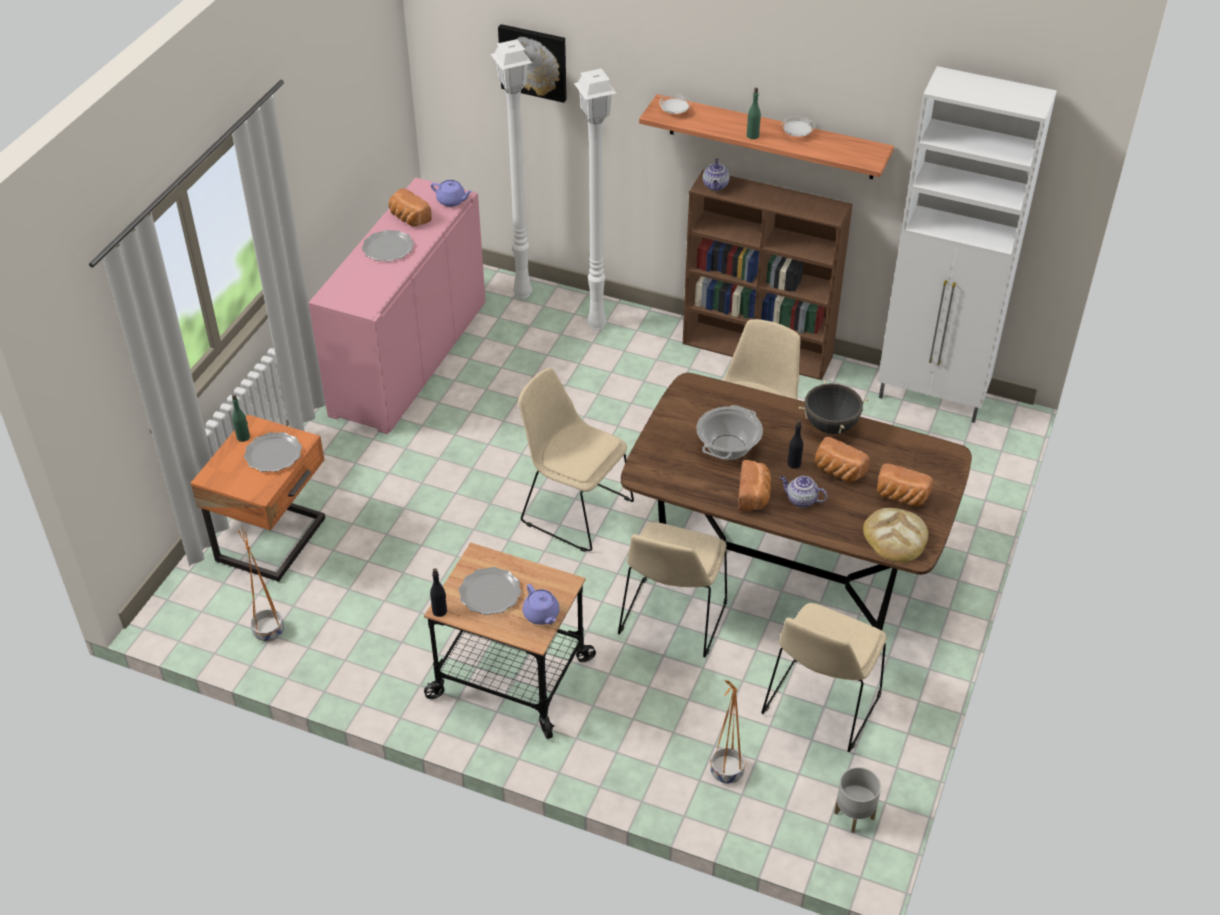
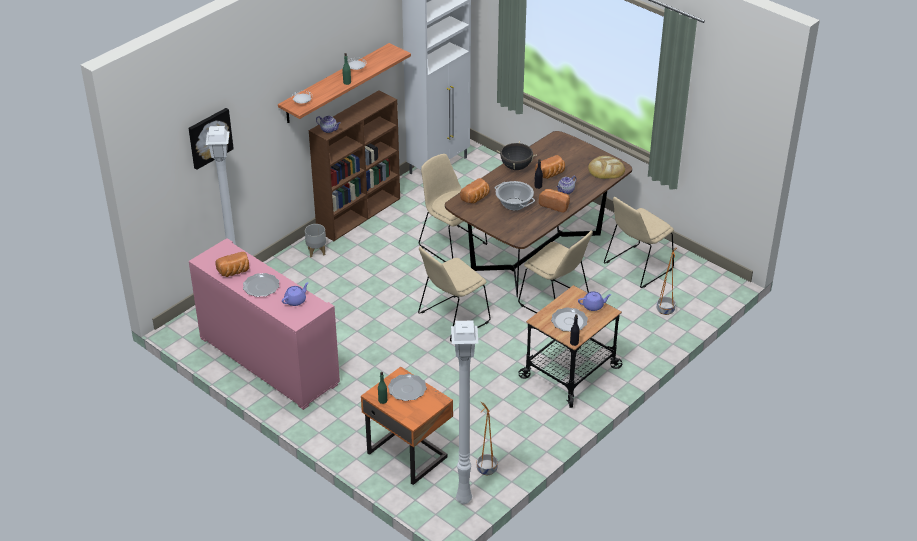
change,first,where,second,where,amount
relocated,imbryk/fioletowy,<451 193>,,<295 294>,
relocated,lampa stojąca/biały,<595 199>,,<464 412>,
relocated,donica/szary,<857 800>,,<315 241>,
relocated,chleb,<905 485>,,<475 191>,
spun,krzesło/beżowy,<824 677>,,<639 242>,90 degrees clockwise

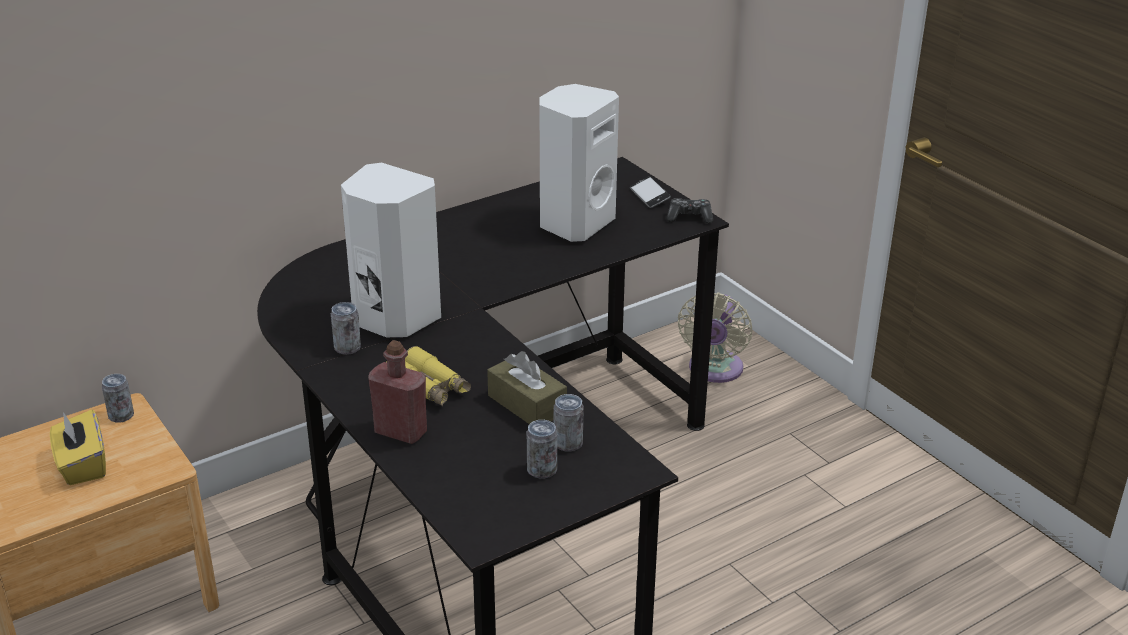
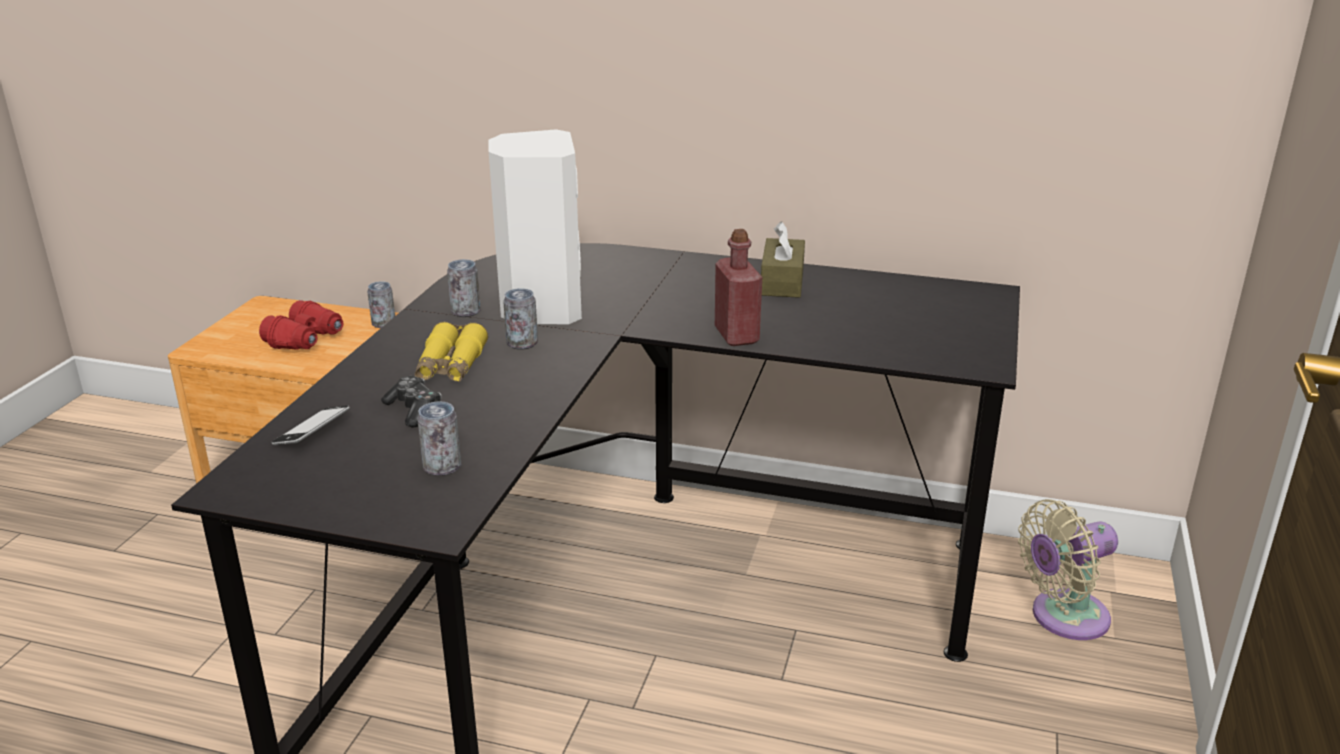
change,first,where,second,where,amount
missing,głośnik/biały,<579 163>,,,
relocated,butelka/czerwony,<397 392>,,<738 287>,
relocated,pudełko chusteczek/brązowy,<527 387>,,<783 259>,
relocated,puszka,<542 449>,,<520 319>,
relocated,telefon,<650 192>,,<310 425>,
relocated,pad do gier,<690 211>,,<411 401>,
exchanged,pudełko chusteczek/żółty,<78 447>,lornetka/czerwony,<301 325>,

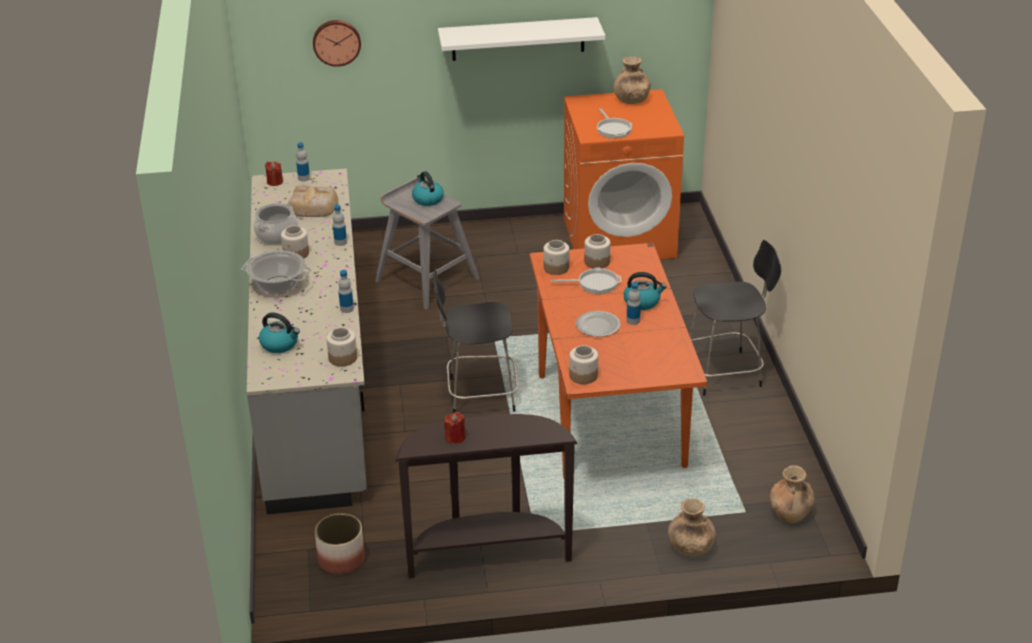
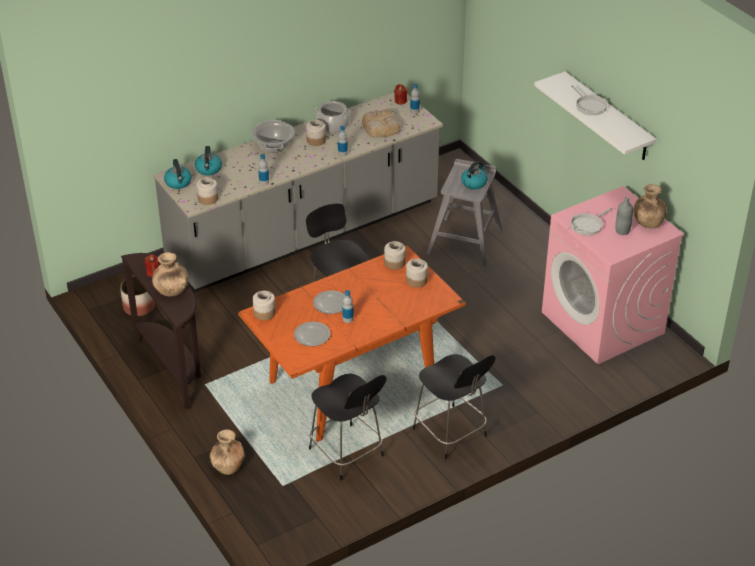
change,first,where,second,where,amount
missing,zegar ścienny,<337 43>,,,
appeared,,,talerz,<312 334>,
appeared,,,krzesło/czarny,<347 426>,
appeared,,,butelka/szary,<624 216>,
relocated,patelnia,<586 280>,,<589 100>,
relocated,czajnik,<645 291>,,<178 174>,
relocated,wazon/brązowy,<792 494>,,<170 274>,
colour,pralka/pomarańczowy,<624 174>,pralka/różowy,<613 275>,

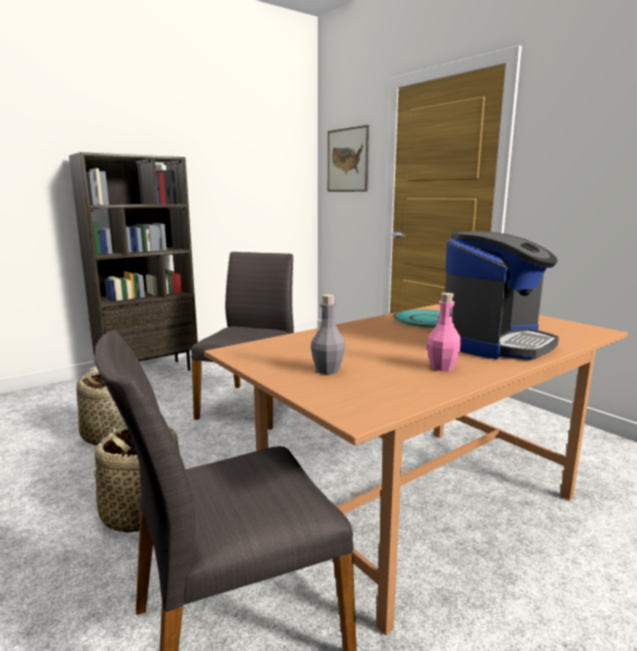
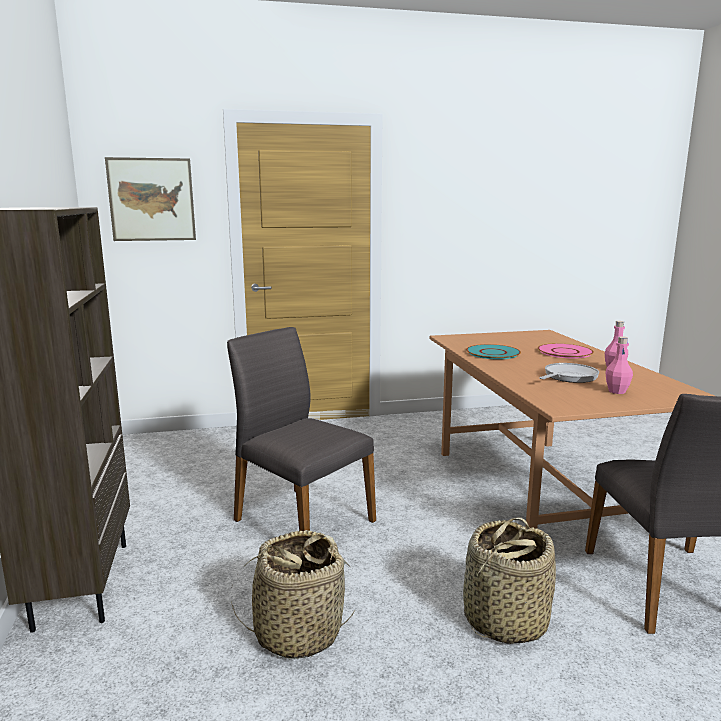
change,first,where,second,where,amount
appeared,,,patelnia,<569 373>,
exchanged,ekspres do kawy,<502 295>,talerz/różowy,<566 351>,
colour,butelka/szary,<328 334>,butelka/różowy,<619 365>,

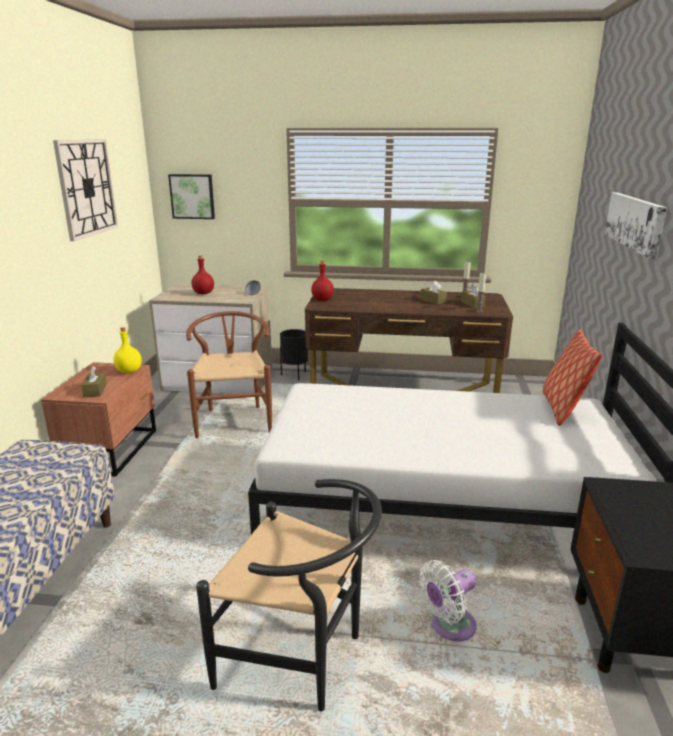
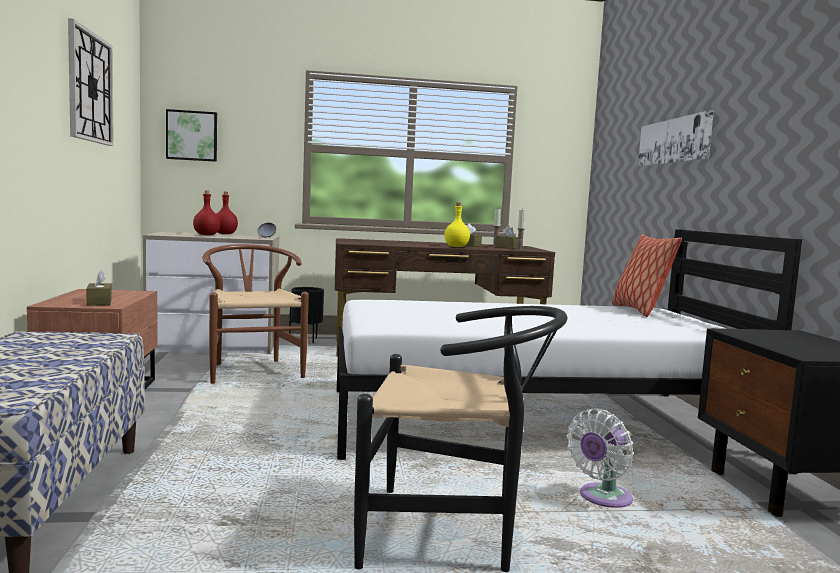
change,first,where,second,where,amount
relocated,butelka/żółty,<127 350>,,<457 225>,
relocated,butelka/czerwony,<322 281>,,<227 213>,

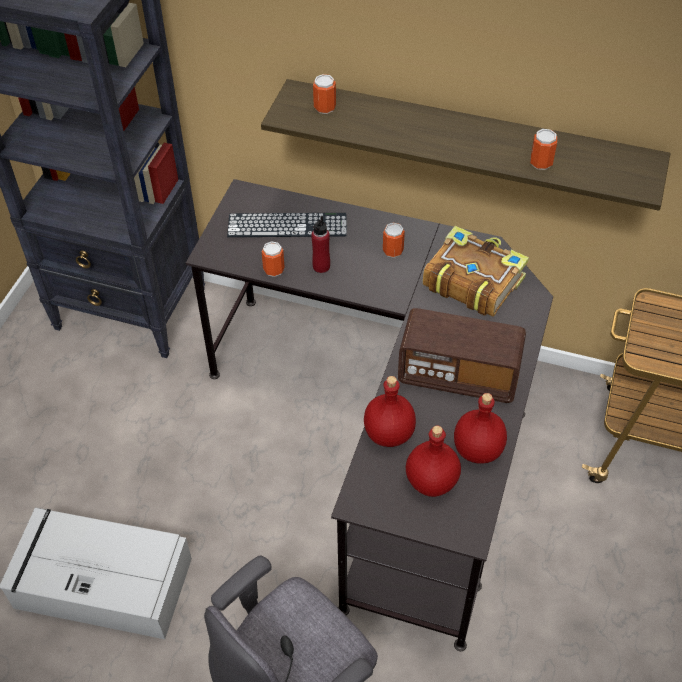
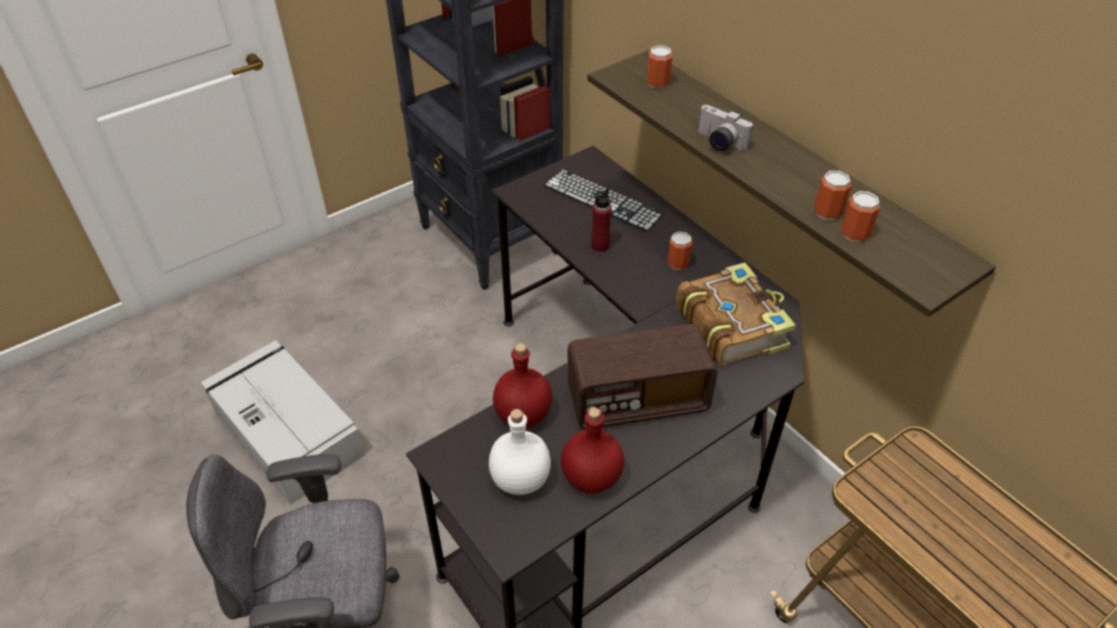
change,first,where,second,where,amount
appeared,,,aparat fotograficzny,<725 128>,
relocated,puszka,<273 259>,,<860 216>,
colour,butelka/czerwony,<433 461>,butelka/biały,<520 452>,
spun,radio,<462 355>,,<642 377>,60 degrees counterclockwise

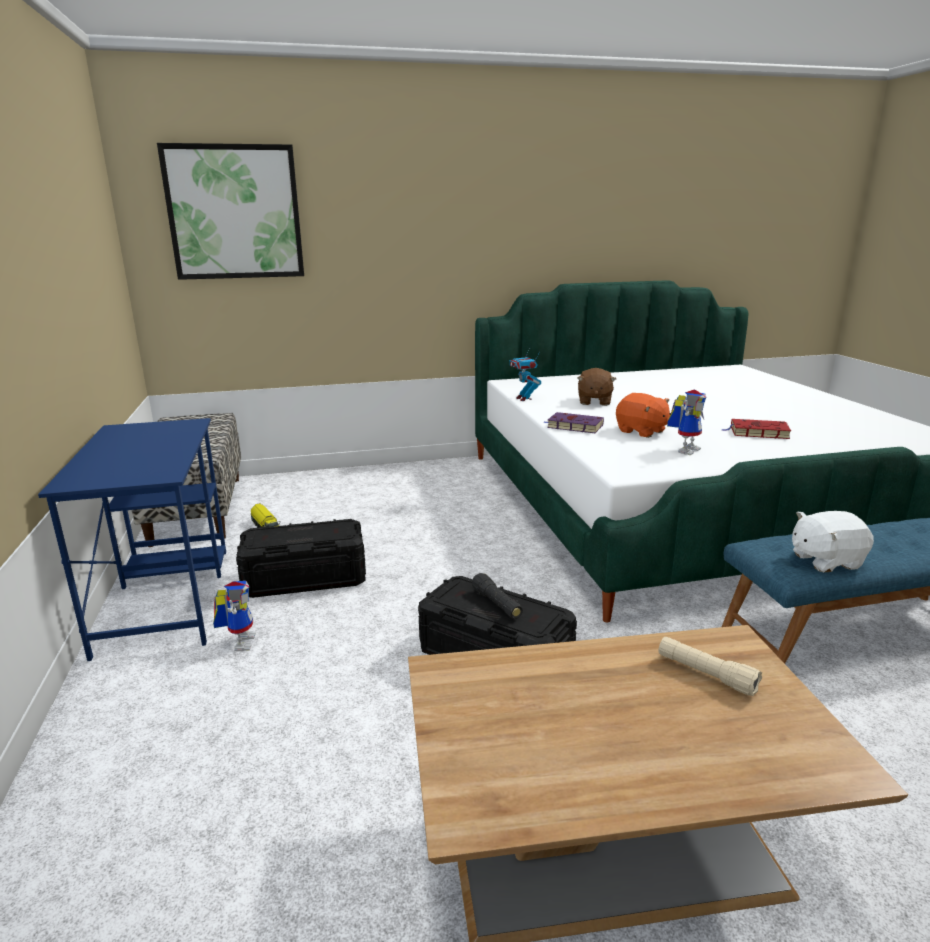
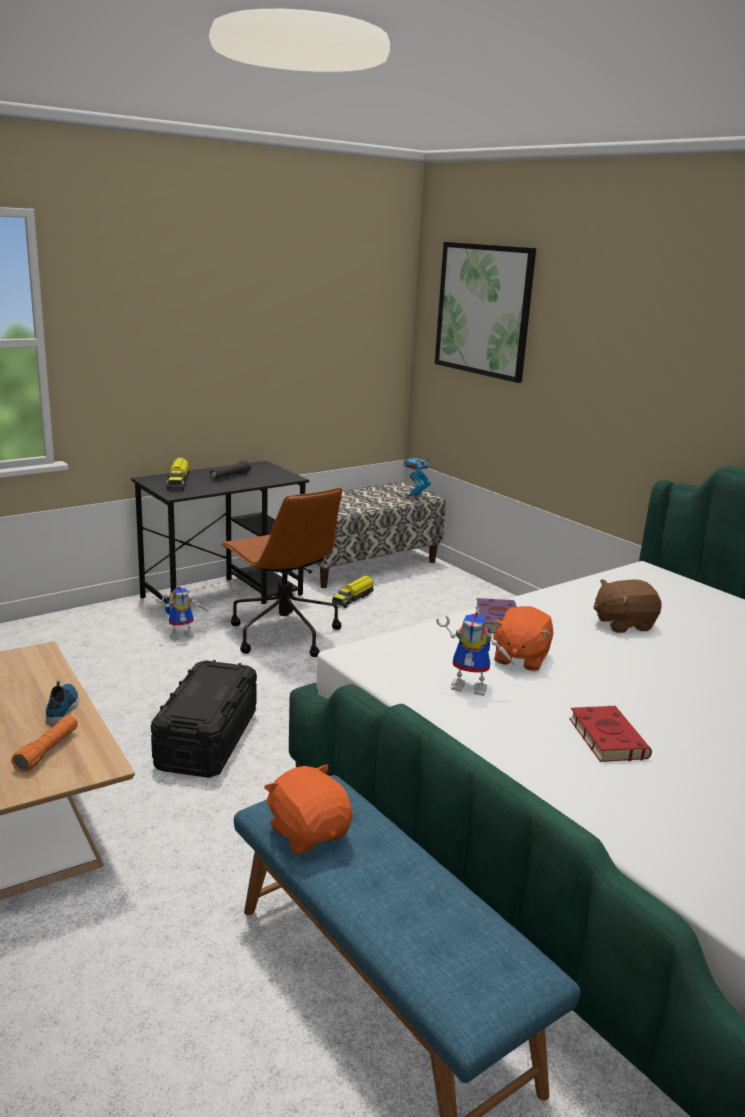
change,first,where,second,where,amount
appeared,,,but,<62 703>,
appeared,,,ciężarówka zabawkowa,<177 473>,
relocated,latarka/czarny,<497 596>,,<230 470>,
relocated,robot zabawkowy,<525 375>,,<417 476>,
exchanged,pojemnik do przechowywania/czarny,<301 558>,krzesło biurowe/brązowy,<281 572>,
colour,biurko/niebieski,<132 539>,biurko/czarny,<220 532>,
colour,latarka/beżowy,<710 666>,latarka/pomarańczowy,<44 744>,
colour,pluszak/biały,<833 541>,pluszak/pomarańczowy,<308 809>,

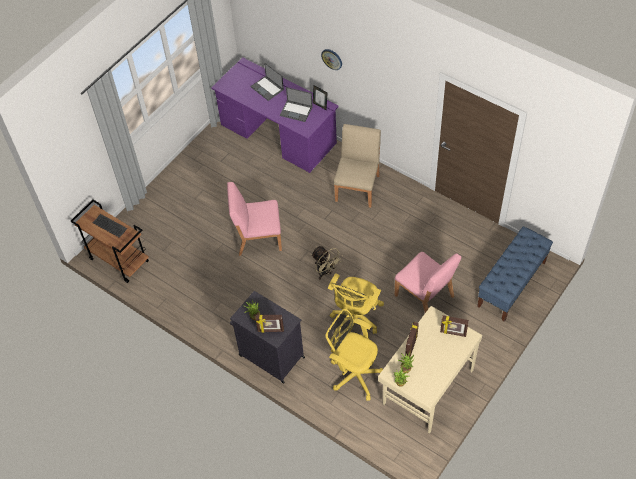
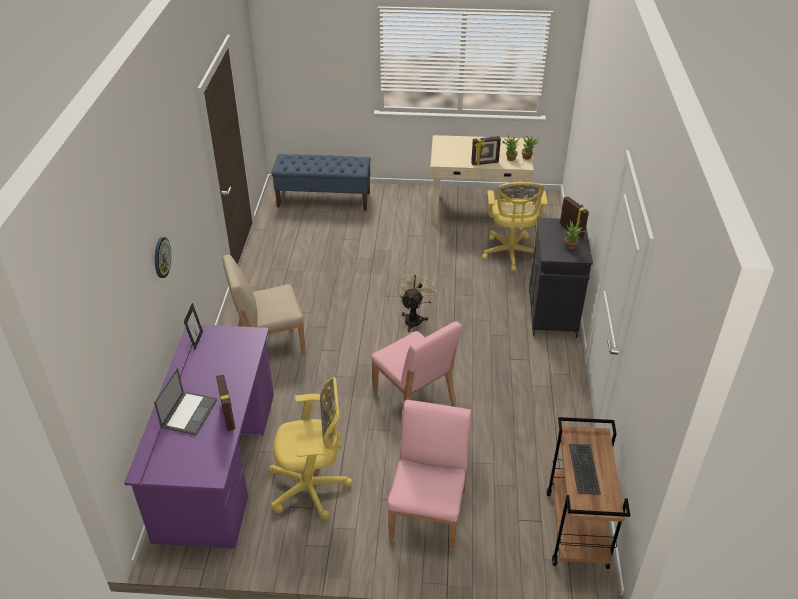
change,first,where,second,where,amount
missing,laptop,<296 104>,,,
relocated,krzesło biurowe/żółty,<356 303>,,<311 448>,
relocated,krzesło/różowy,<428 282>,,<429 475>,
relocated,ramka na zdjęcie,<454 326>,,<225 402>,

